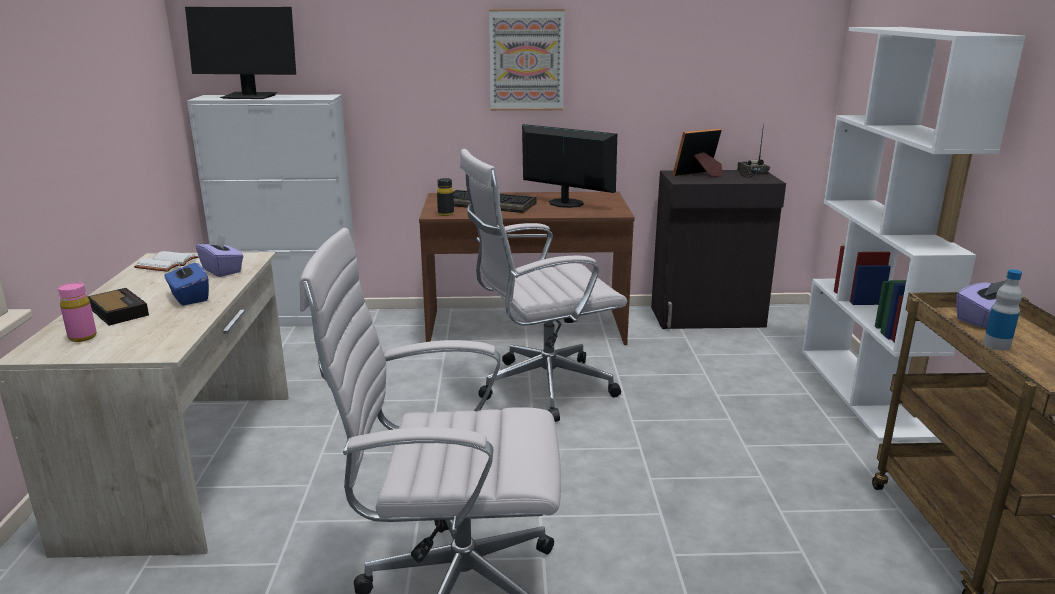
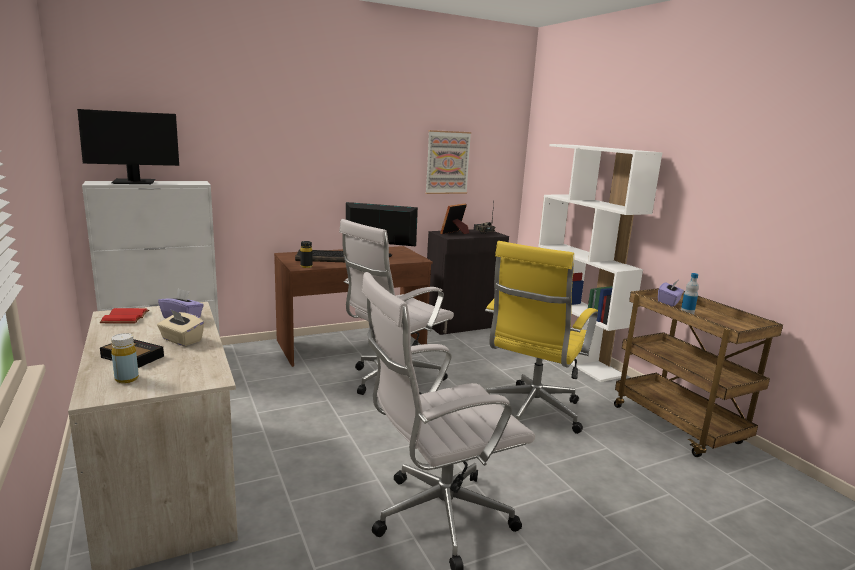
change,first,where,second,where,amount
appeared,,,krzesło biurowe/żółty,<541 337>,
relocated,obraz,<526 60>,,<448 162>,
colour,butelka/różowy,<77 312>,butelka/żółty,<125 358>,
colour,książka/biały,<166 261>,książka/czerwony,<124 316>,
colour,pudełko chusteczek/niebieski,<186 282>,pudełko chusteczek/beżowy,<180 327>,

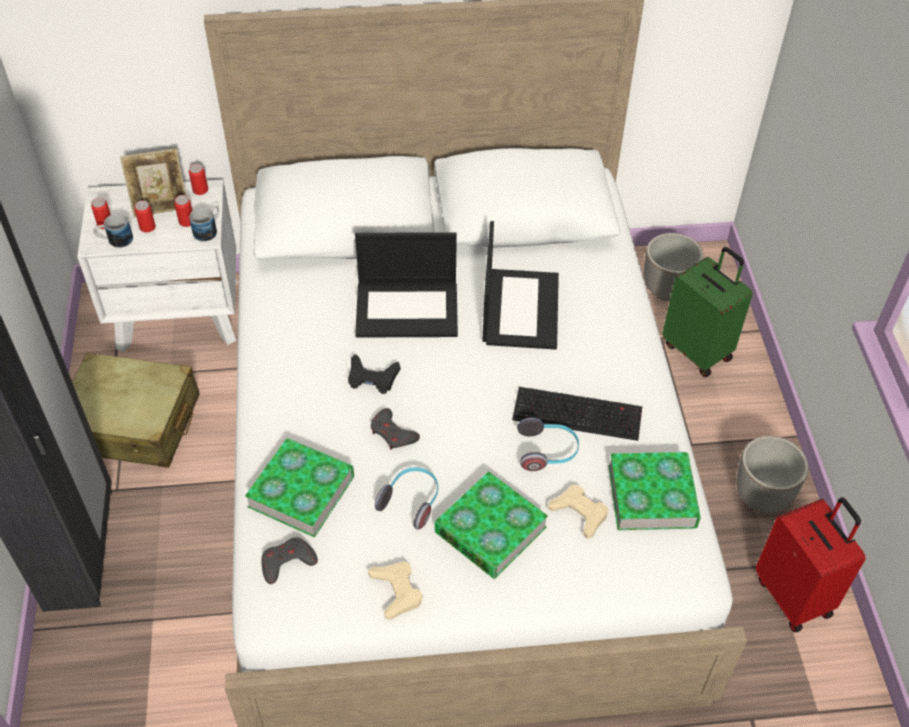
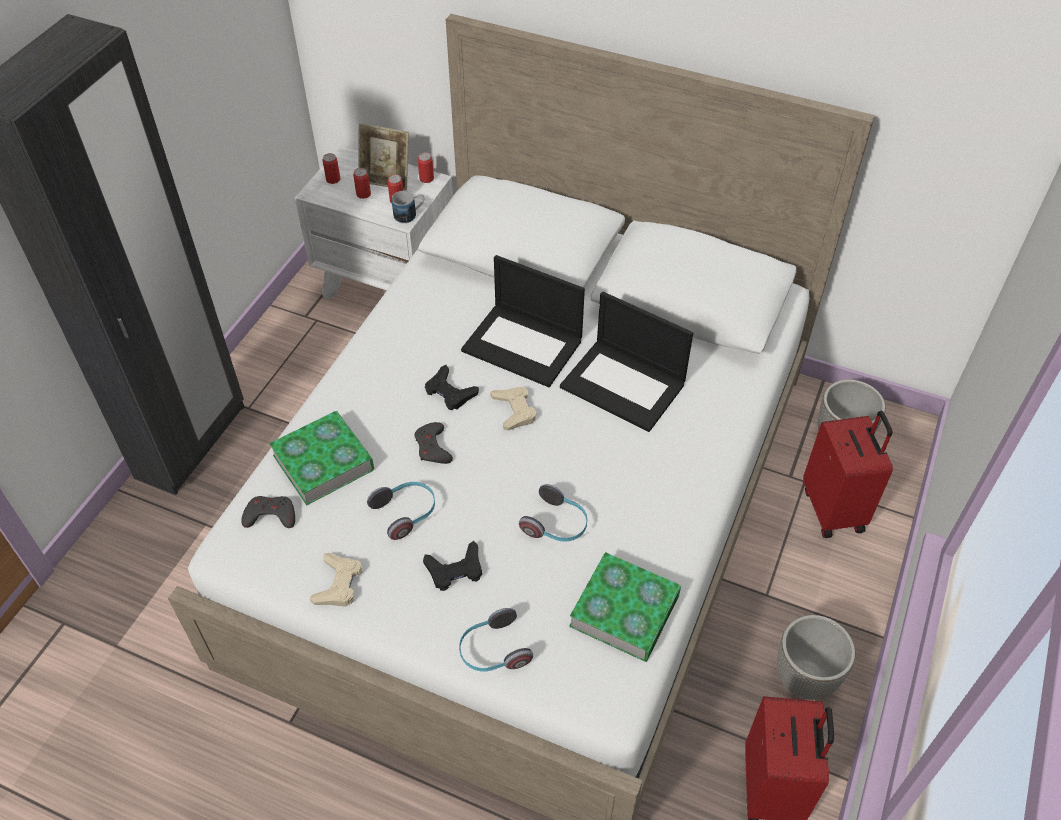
change,first,where,second,where,amount
missing,walizka/beżowy,<135 410>,,,
missing,kubek,<113 230>,,,
missing,klawiatura,<577 414>,,,
appeared,,,słuchawki,<496 639>,
relocated,pad do gier/beżowy,<578 512>,,<513 408>,
exchanged,książka,<491 525>,pad do gier/czarny,<452 566>,
colour,walizka/zielony,<707 312>,walizka/czerwony,<848 474>,
spun,laptop,<520 285>,,<626 361>,90 degrees clockwise

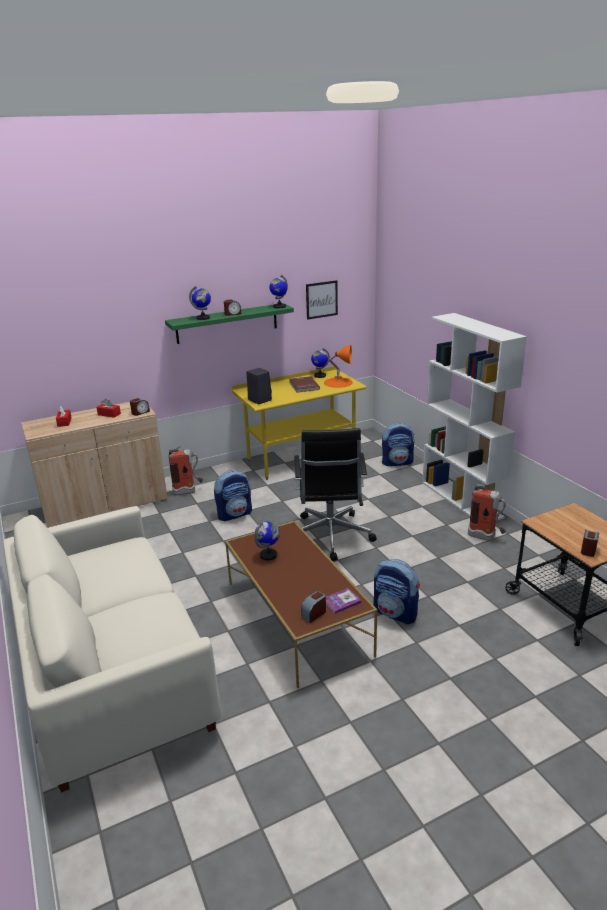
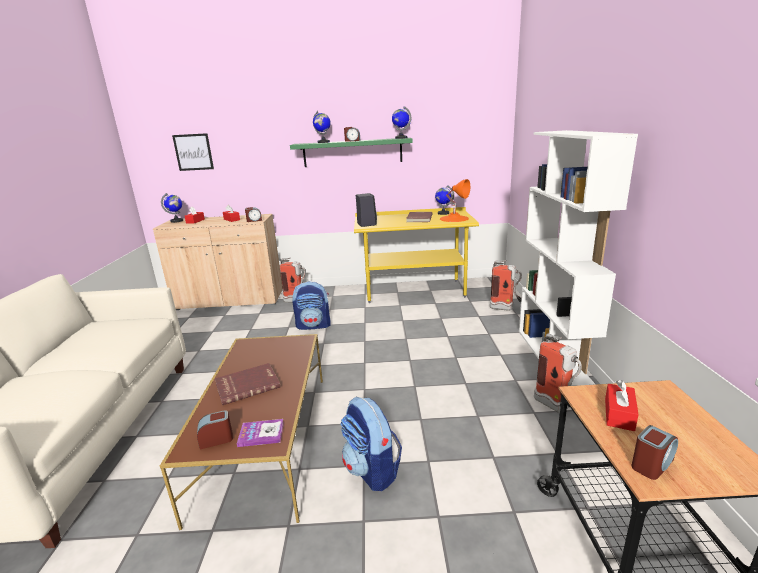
change,first,where,second,where,amount
missing,krzesło biurowe/czarny,<335 494>,,,
appeared,,,książka/czerwony,<247 384>,
appeared,,,pudełko chusteczek/czerwony,<622 405>,
relocated,globus,<267 540>,,<172 208>,
relocated,obraz,<322 300>,,<193 152>,
exchanged,plecak,<398 444>,gaśnica,<506 285>,

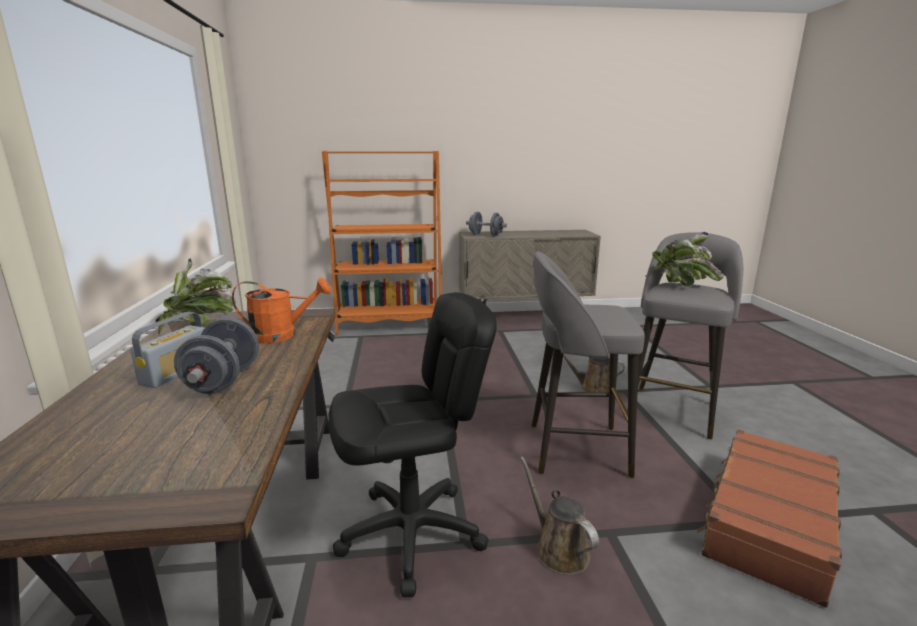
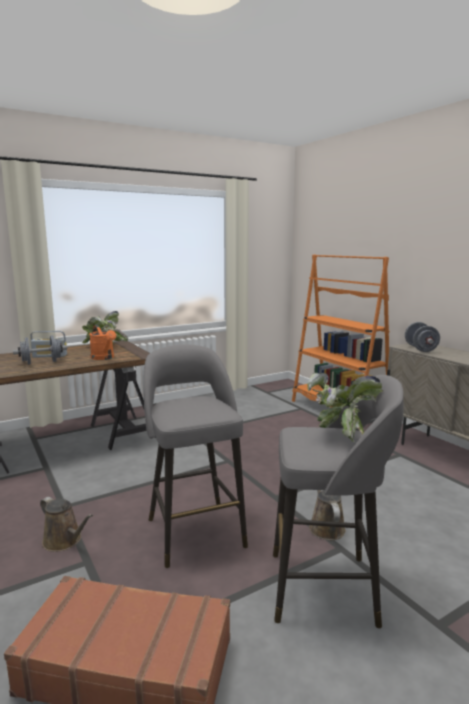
change,first,where,second,where,amount
missing,krzesło biurowe/czarny,<412 444>,,,
spun,konewka/brązowy,<559 515>,,<66 524>,90 degrees clockwise

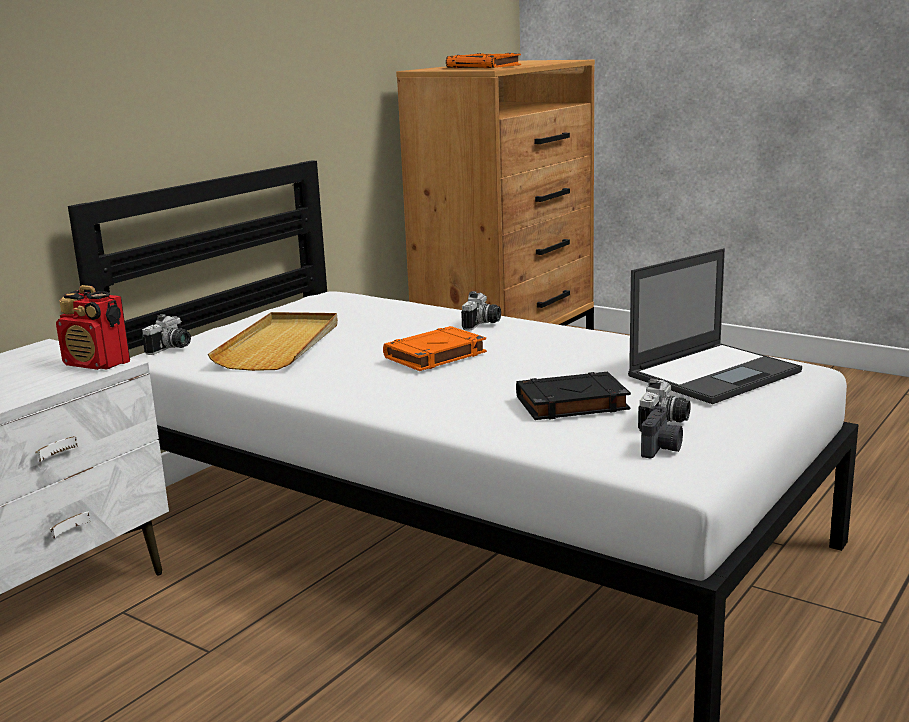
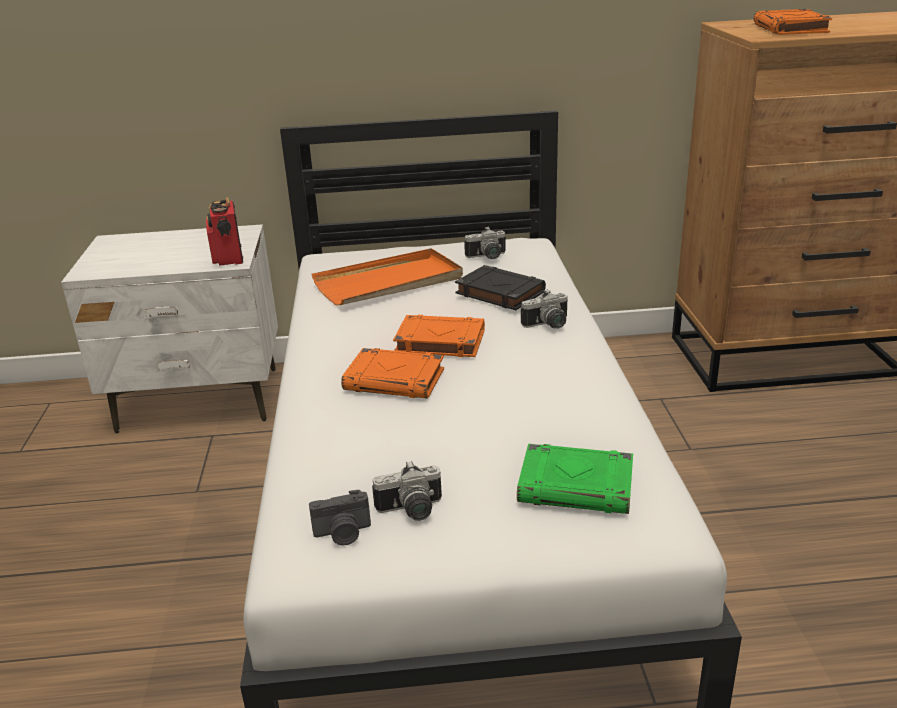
change,first,where,second,where,amount
appeared,,,książka/pomarańczowy,<392 373>,
relocated,aparat fotograficzny,<166 334>,,<485 243>,
relocated,książka/czarny,<573 396>,,<500 287>,
exchanged,laptop,<715 326>,książka/zielony,<575 479>,
colour,taca/beżowy,<273 341>,taca/pomarańczowy,<387 277>,

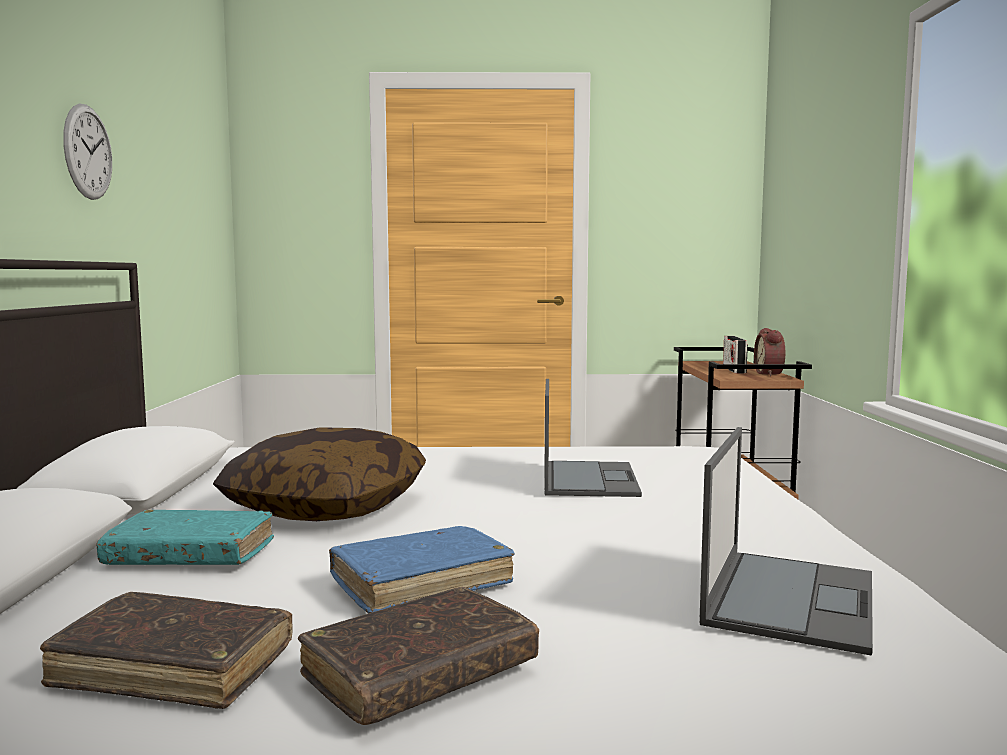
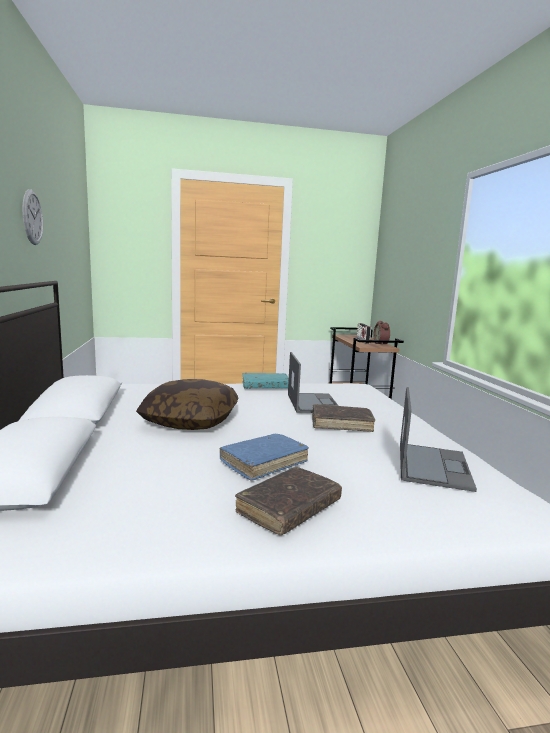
change,first,where,second,where,amount
relocated,książka/brązowy,<166 650>,,<343 418>,
relocated,książka/turkusowy,<185 537>,,<265 381>,

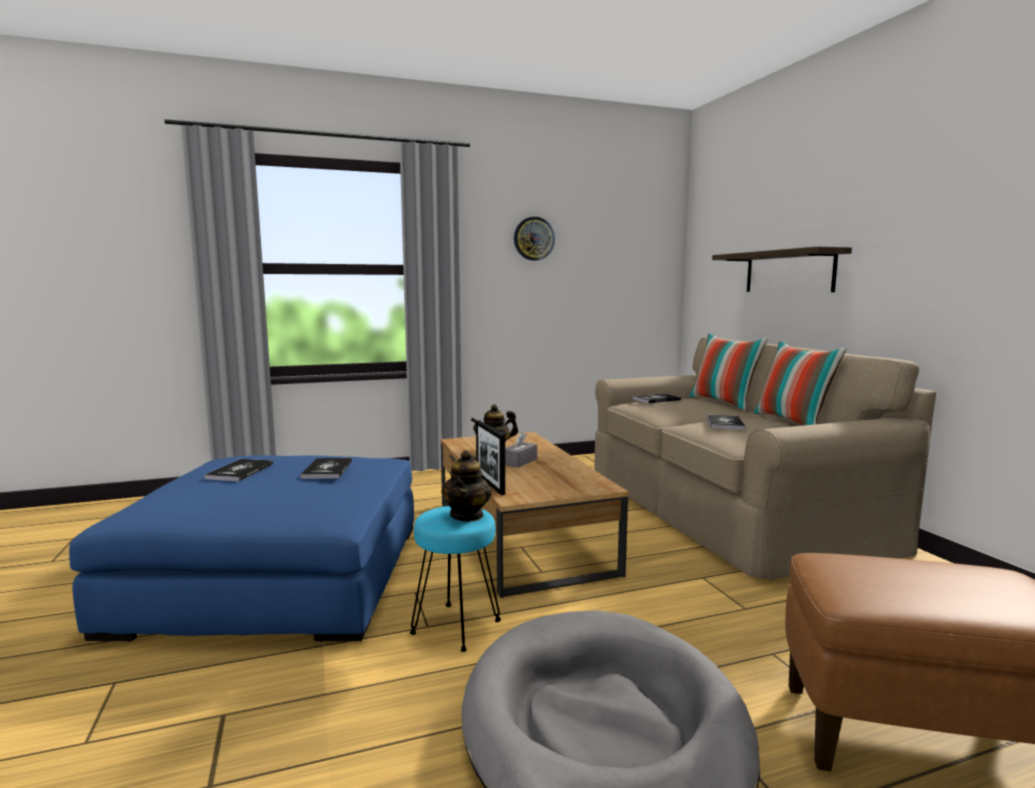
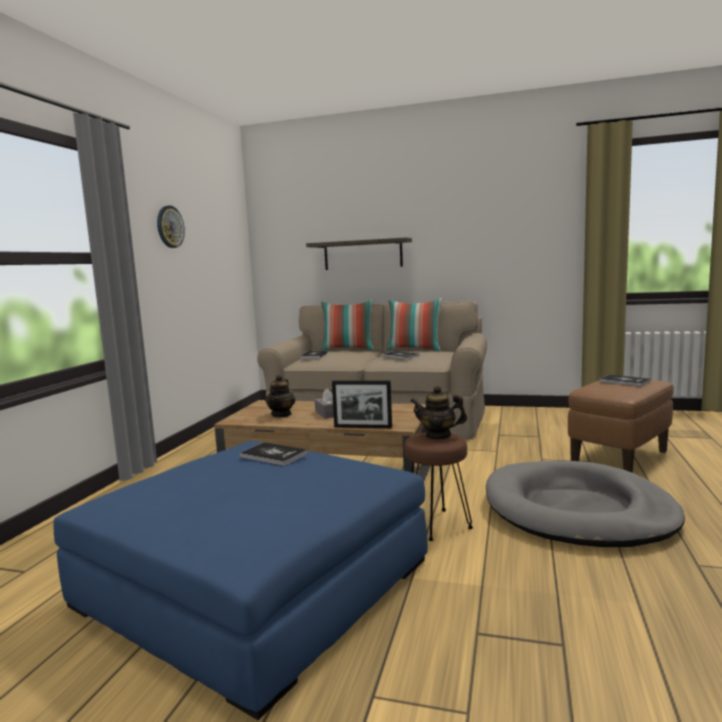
change,first,where,second,where,amount
relocated,książka,<238 470>,,<625 381>,
colour,stołek/turkusowy,<455 579>,stołek/brązowy,<438 486>,
spun,imbryk,<466 486>,,<439 413>,150 degrees clockwise

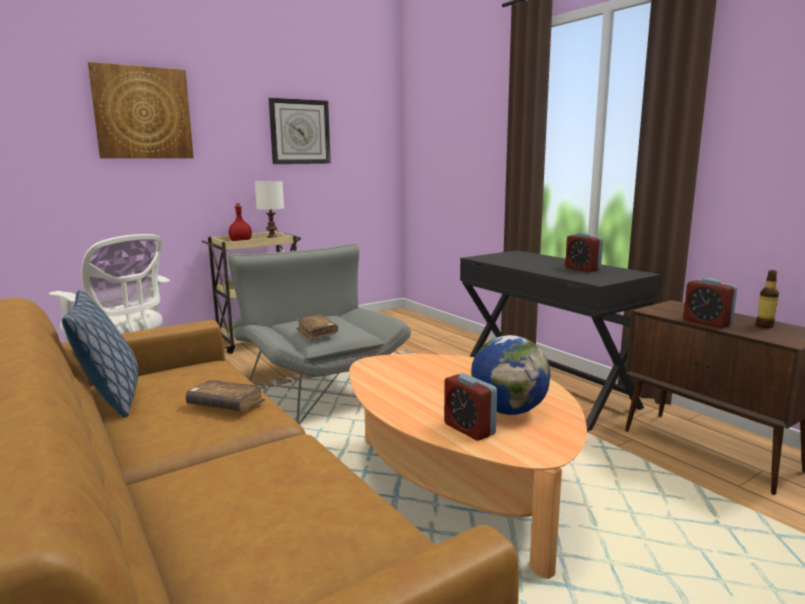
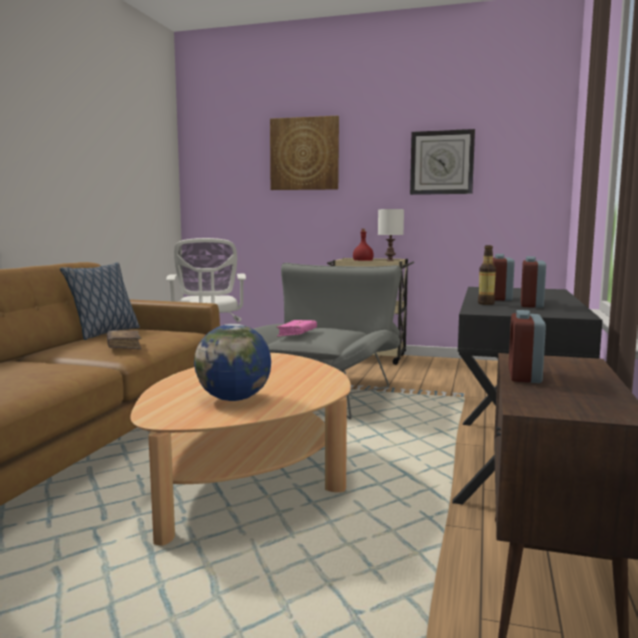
change,first,where,second,where,amount
relocated,budzik,<470 406>,,<504 277>,
relocated,butelka,<767 299>,,<487 275>,
colour,książka/brązowy,<316 327>,książka/różowy,<296 328>,

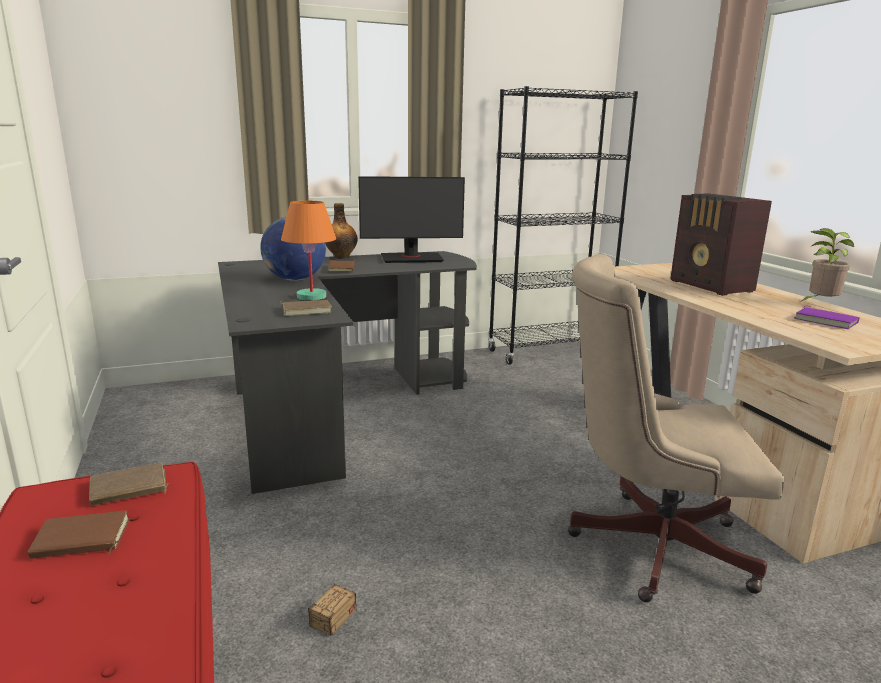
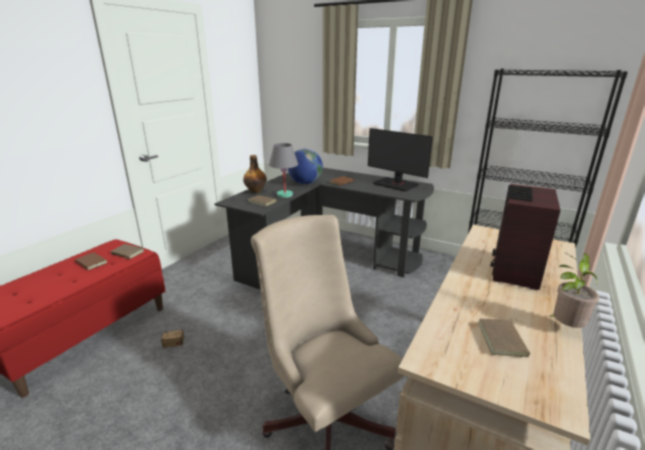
change,first,where,second,where,amount
relocated,butelka,<341 231>,,<255 174>,
colour,lampa stołowa/pomarańczowy,<308 250>,lampa stołowa/szary,<283 170>,
colour,książka/fioletowy,<827 317>,książka/brązowy,<504 337>,

